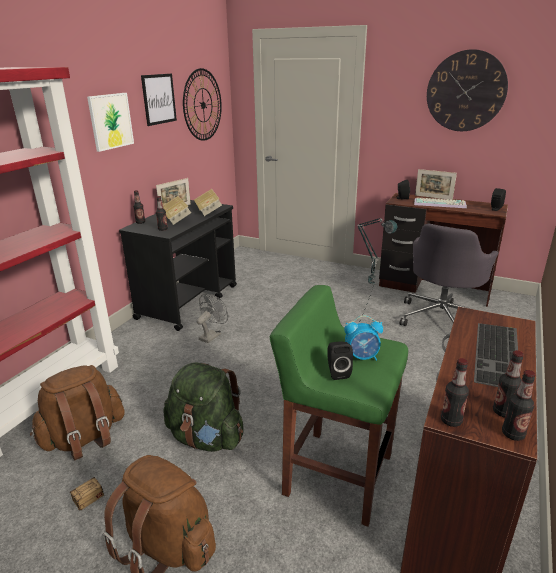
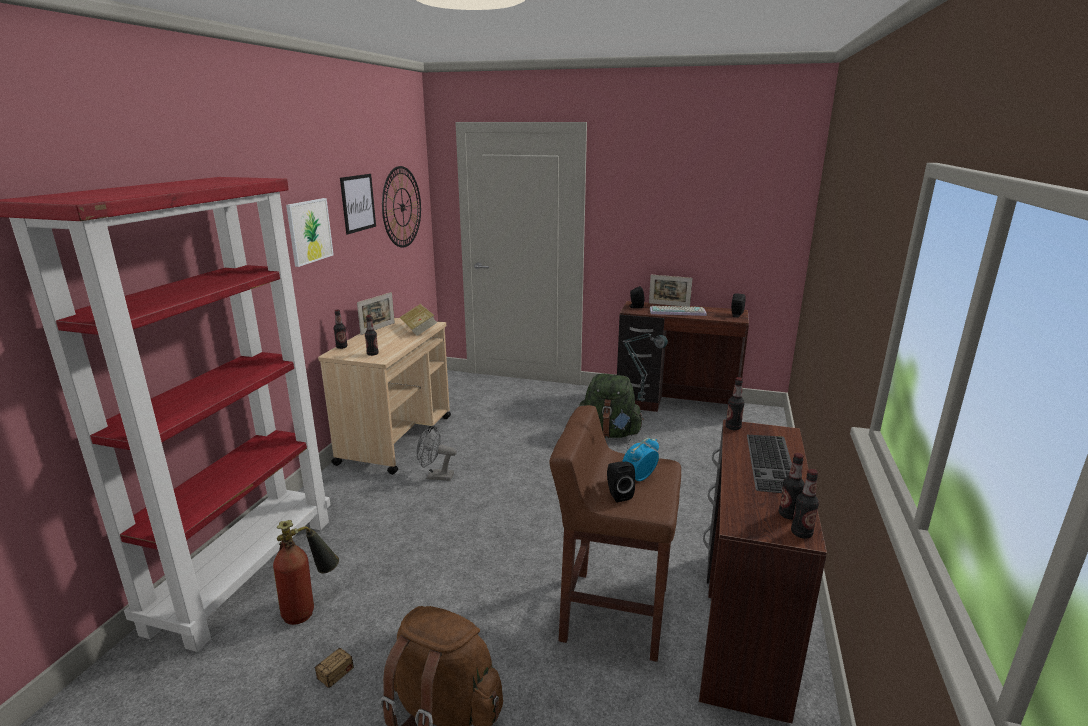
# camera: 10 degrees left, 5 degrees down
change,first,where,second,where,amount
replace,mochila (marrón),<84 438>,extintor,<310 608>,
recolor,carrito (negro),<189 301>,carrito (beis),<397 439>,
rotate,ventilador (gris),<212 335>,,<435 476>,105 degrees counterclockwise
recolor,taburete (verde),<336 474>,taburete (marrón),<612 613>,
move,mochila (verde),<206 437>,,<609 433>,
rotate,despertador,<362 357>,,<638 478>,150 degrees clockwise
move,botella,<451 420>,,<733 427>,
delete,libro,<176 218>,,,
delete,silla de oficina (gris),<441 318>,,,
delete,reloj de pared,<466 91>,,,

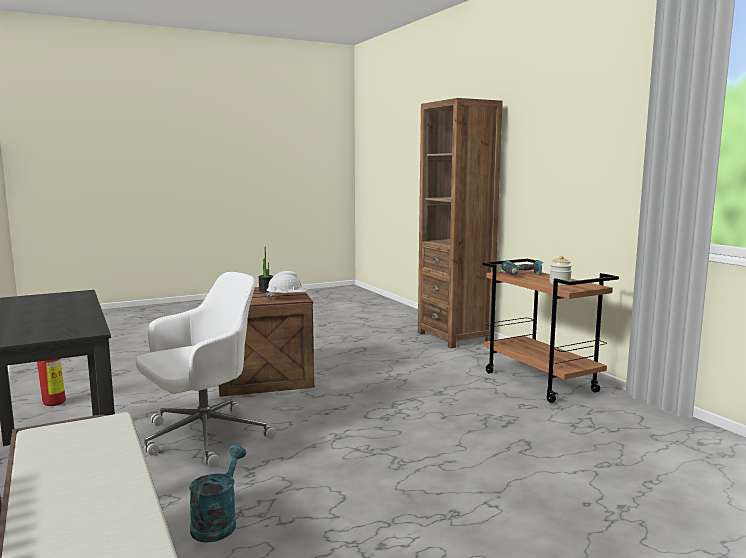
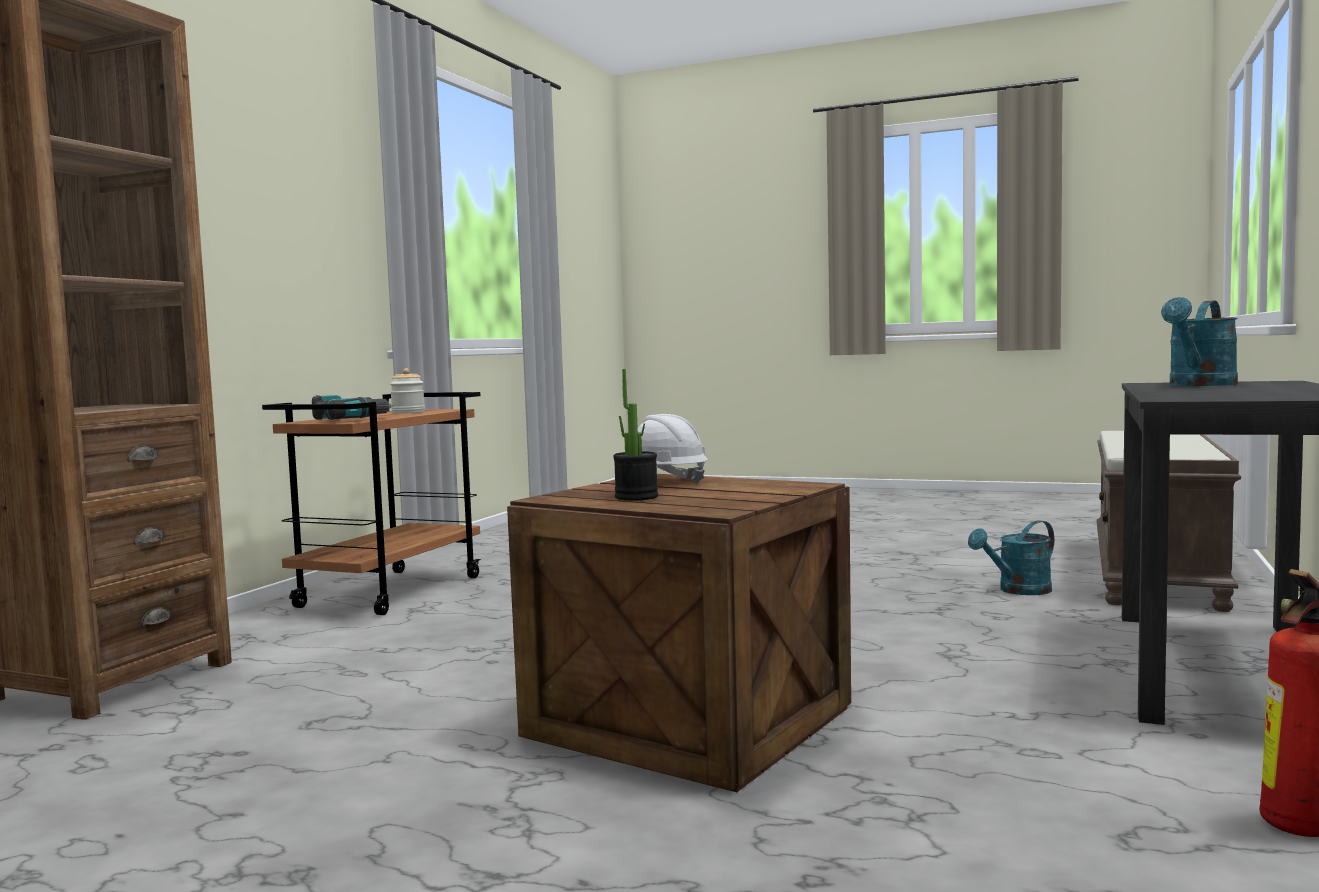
# camera: 130 degrees left, 5 degrees down
change,first,where,second,where,amount
insert,,,regadera (turquesa),<1199 385>,
delete,silla de oficina (blanco),<203 437>,,,

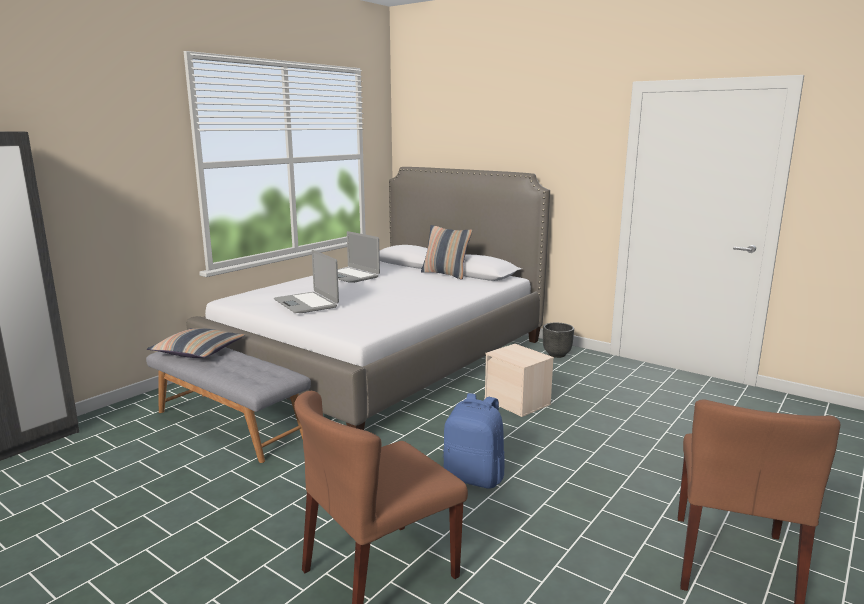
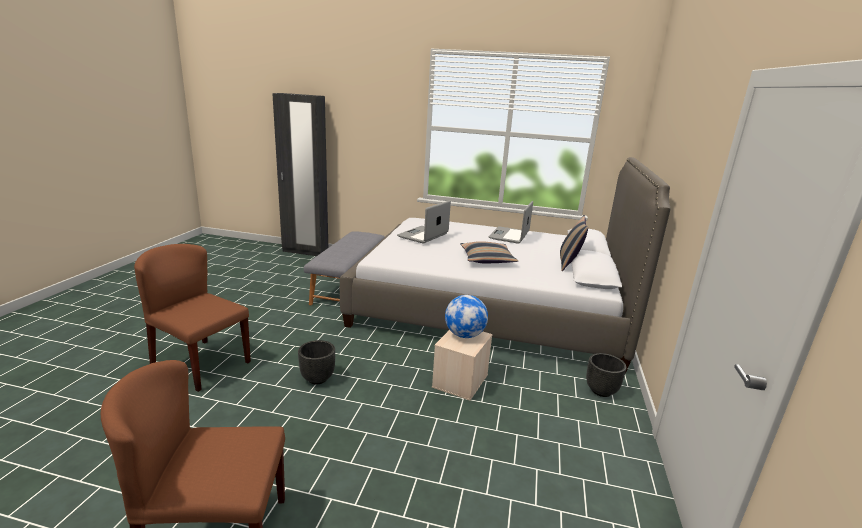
# camera: 65 degrees right, 5 degrees up
change,first,where,second,where,amount
replace,mochila (azul),<474 477>,maceta (negro),<318 379>,
insert,,,globo terráqueo,<464 335>,
move,cojín,<198 351>,,<487 259>,

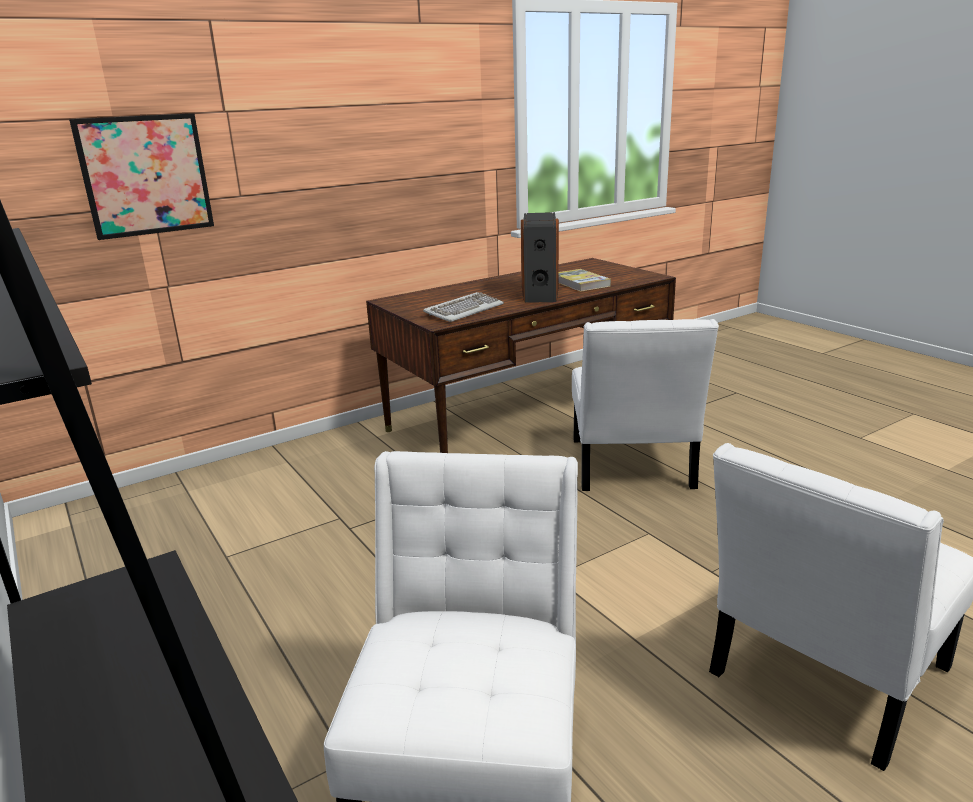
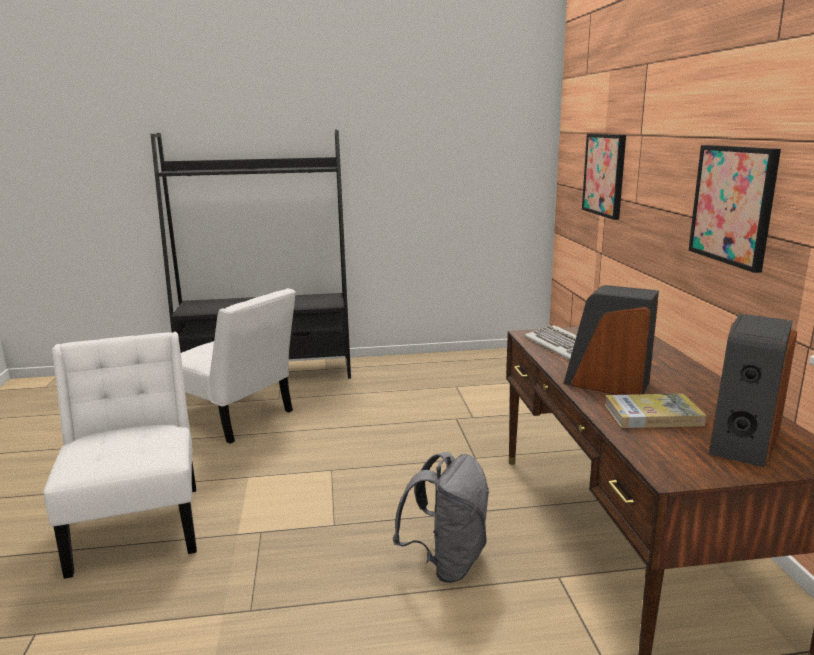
# camera: 115 degrees right, 5 degrees down
change,first,where,second,where,amount
replace,silla (blanco),<631 468>,mochila (gris),<446 562>,
insert,,,cuadro,<733 205>,
insert,,,altavoz,<742 440>,

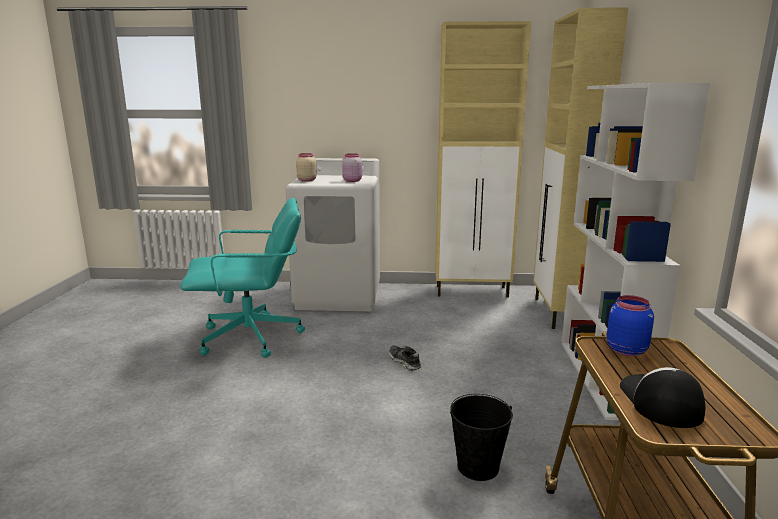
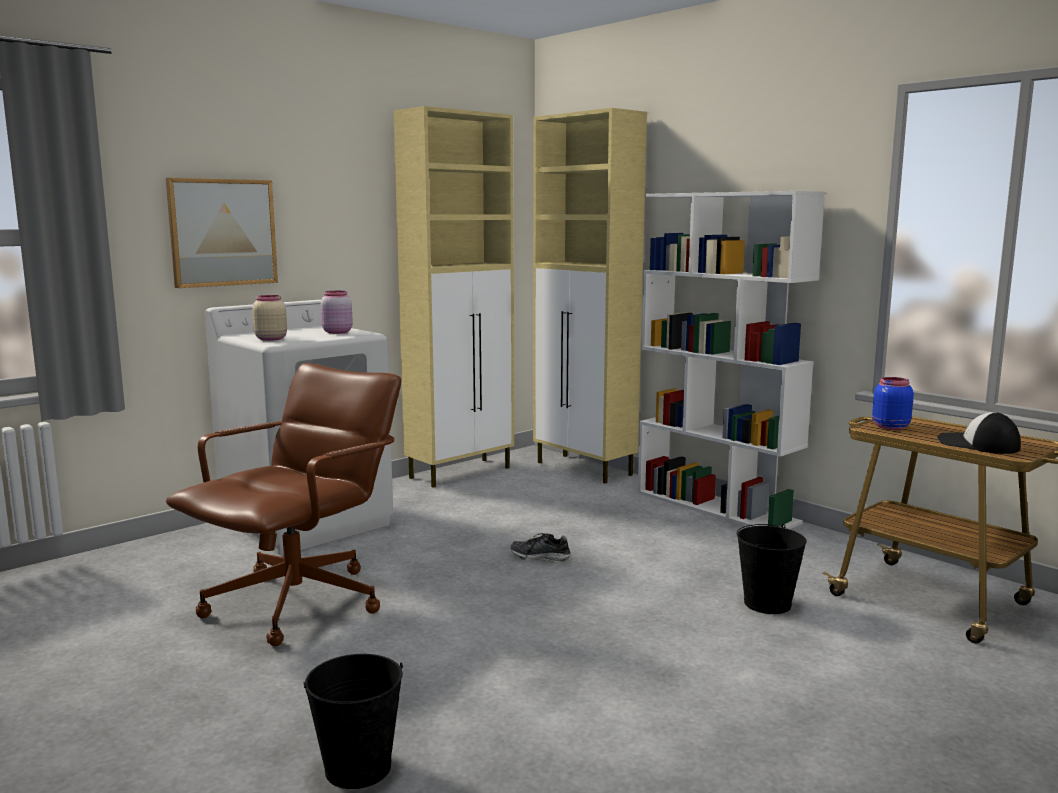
# camera: 45 degrees left, 5 degrees down
change,first,where,second,where,amount
insert,,,cuadro,<222 232>,
recolor,silla de oficina (turquesa),<252 338>,silla de oficina (marrón),<298 603>,
insert,,,cubo (negro),<357 767>,

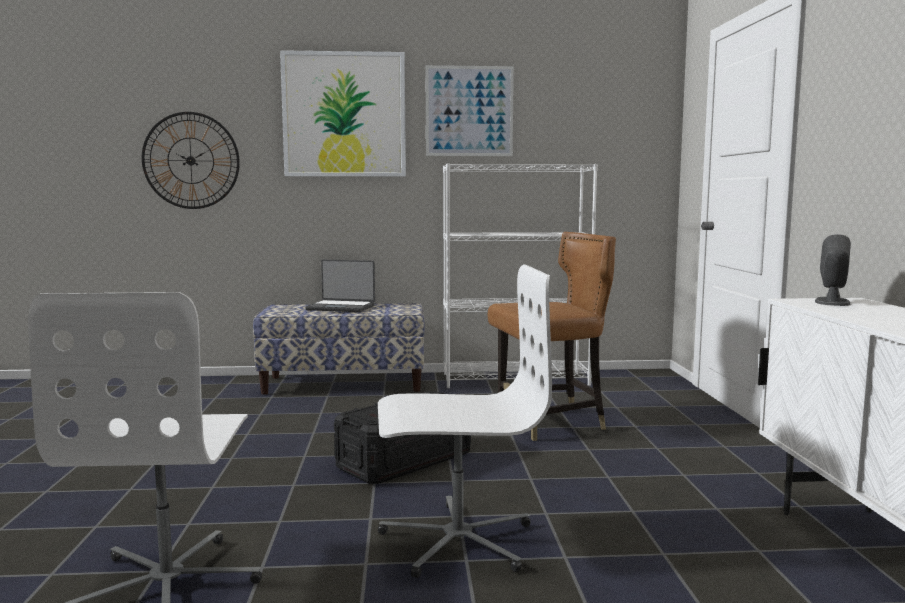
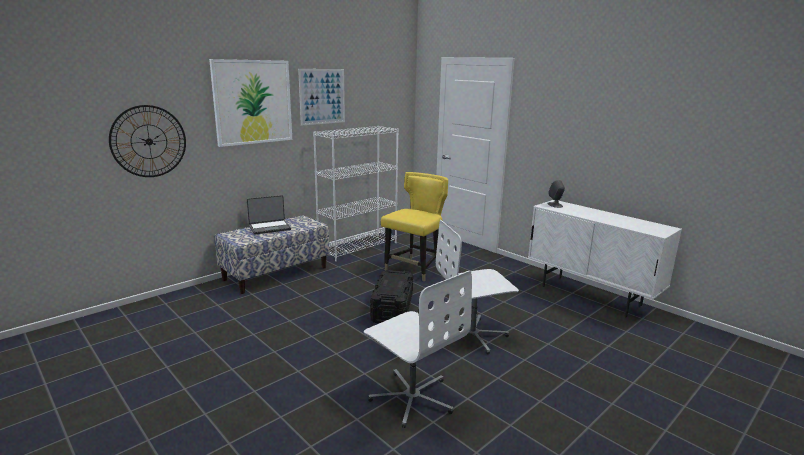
# camera: 40 degrees left, 10 degrees up
change,first,where,second,where,amount
recolor,silla (marrón),<551 422>,silla (amarillo),<414 269>,
rotate,silla de oficina (blanco),<457 540>,,<473 335>,150 degrees counterclockwise

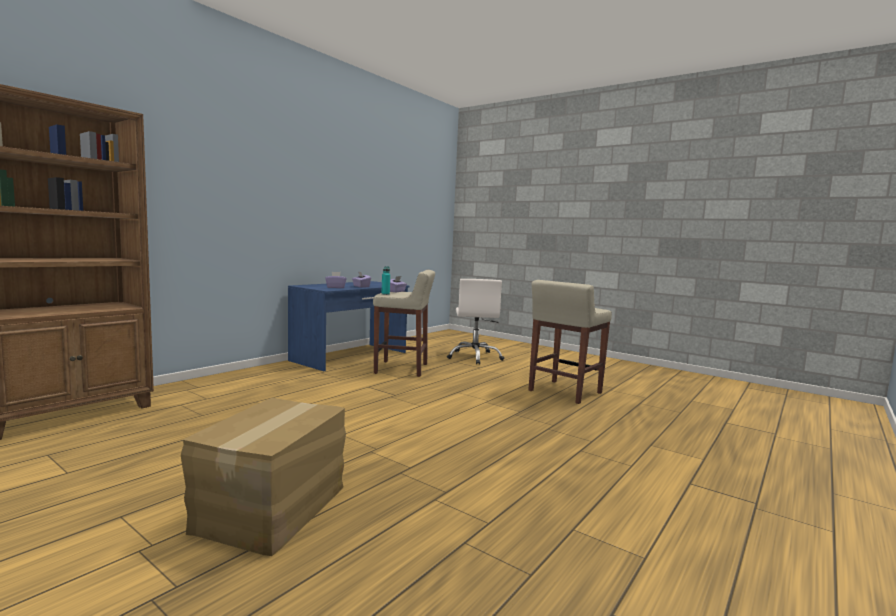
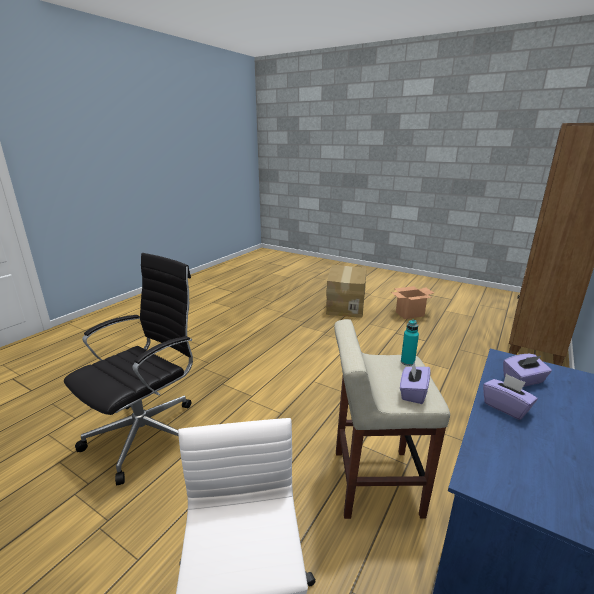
# camera: 175 degrees right, 15 degrees up
change,first,where,second,where,amount
replace,taburete (beis),<564 392>,silla de oficina (negro),<148 433>,
insert,,,caja de cartón,<409 314>,

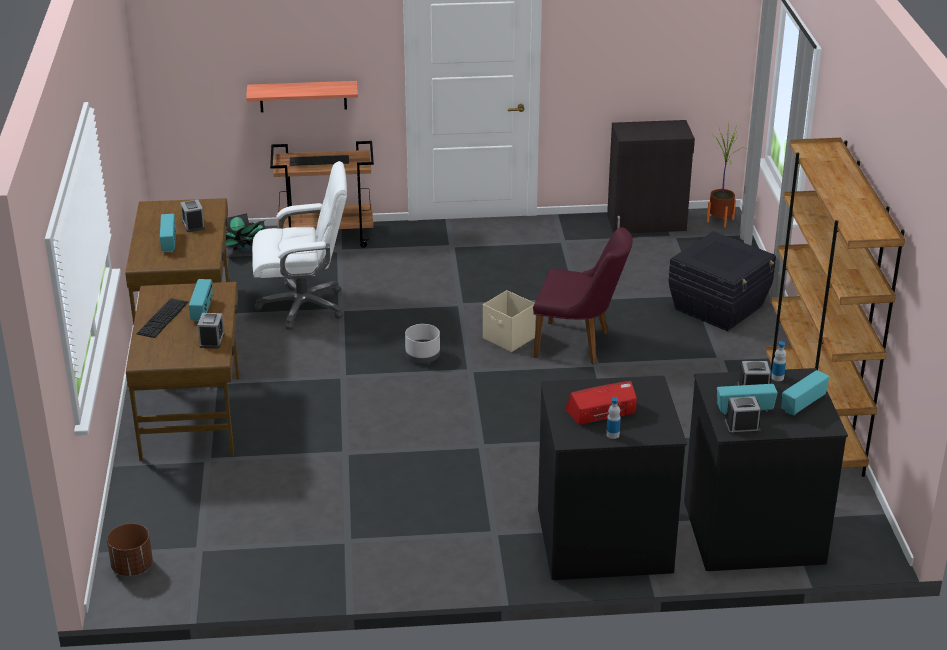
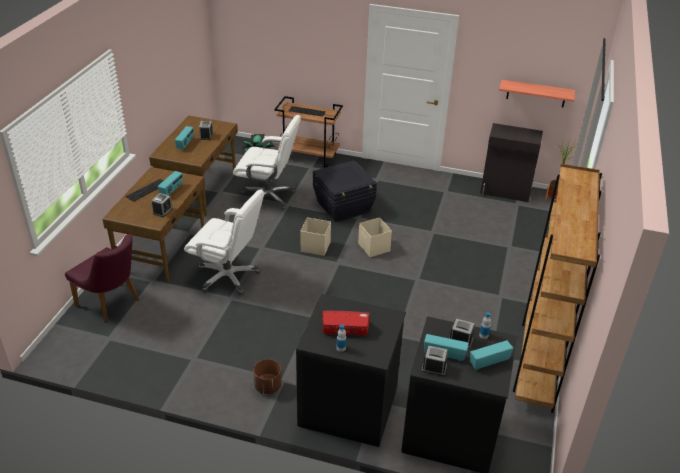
# camera: 20 degrees right, 5 degrees up
change,first,where,second,where,amount
move,silla (morado),<579 345>,,<112 305>,
insert,,,silla de oficina (blanco),<228 277>,
move,maceta (marrón),<132 567>,,<267 386>,
replace,maceta (gris),<422 356>,caja de almacenaje (beis),<315 246>,
move,caja de almacenaje (negro),<719 307>,,<344 207>,
move,estante,<303 96>,,<536 93>,

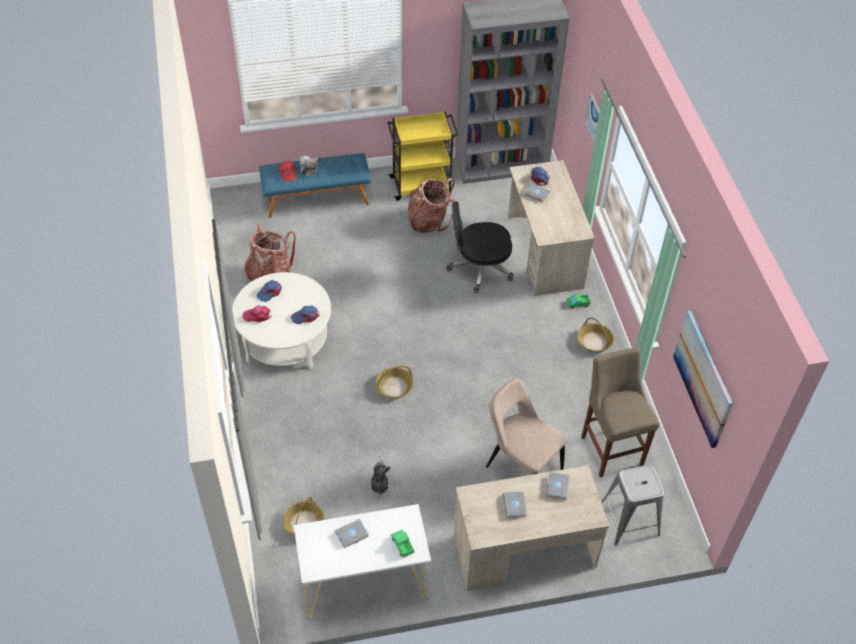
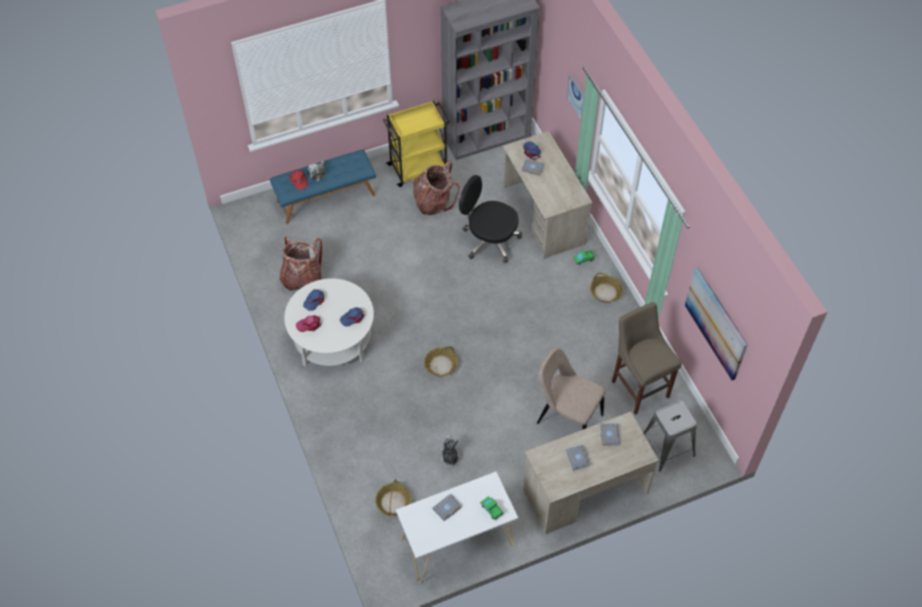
# camera: 10 degrees left, 5 degrees up
change,first,where,second,where,amount
rotate,silla de oficina (negro),<479 268>,,<489 240>,45 degrees clockwise

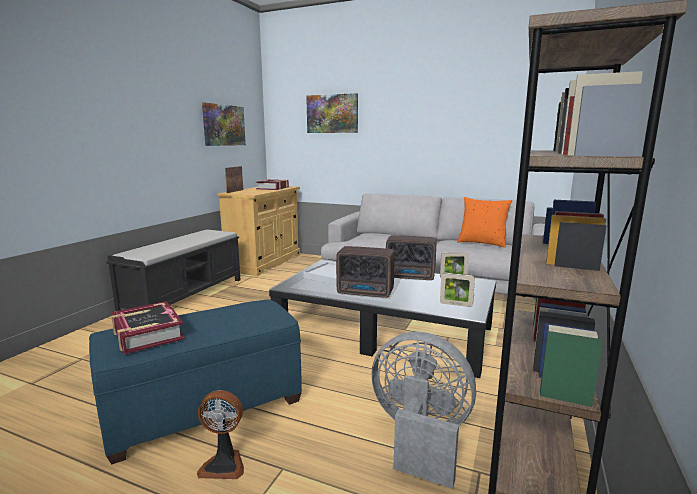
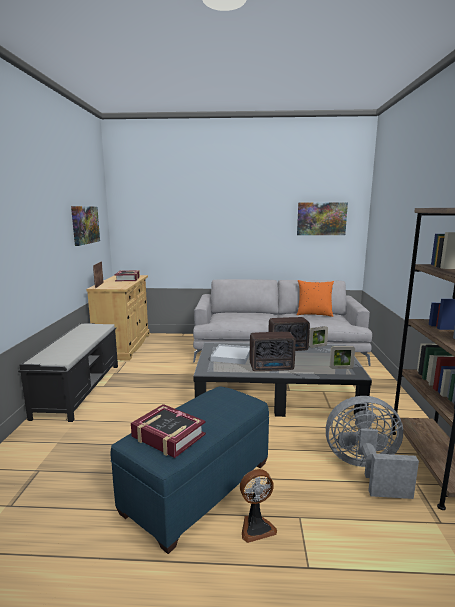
# camera: 20 degrees left, 0 degrees up
change,first,where,second,where,amount
move,cuadro,<332 114>,,<321 218>,

